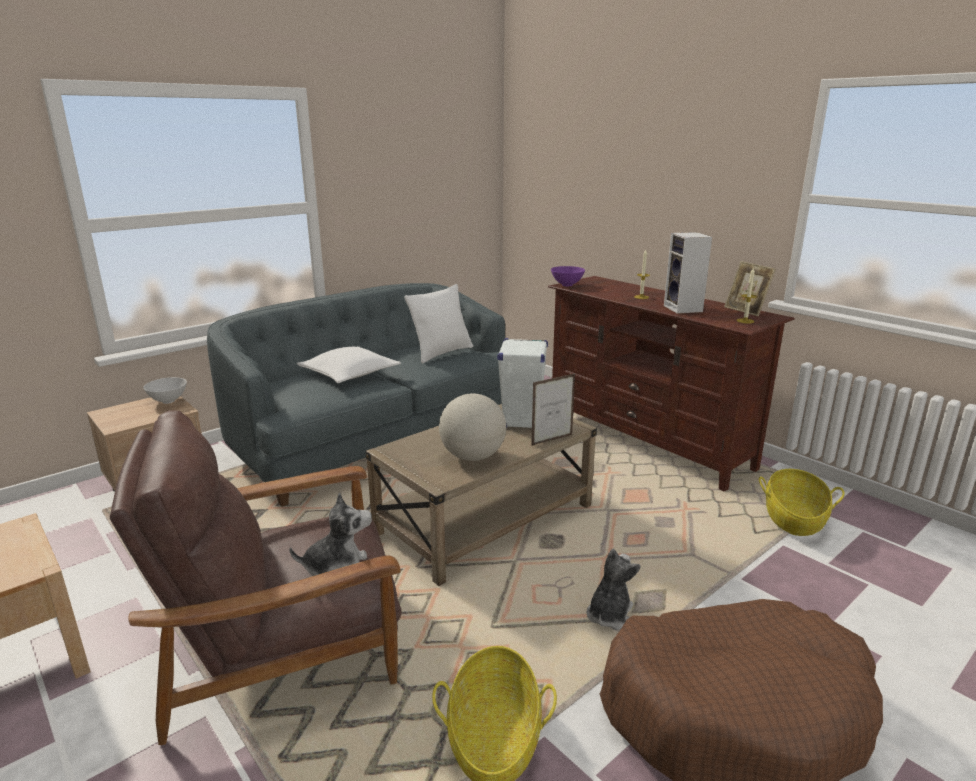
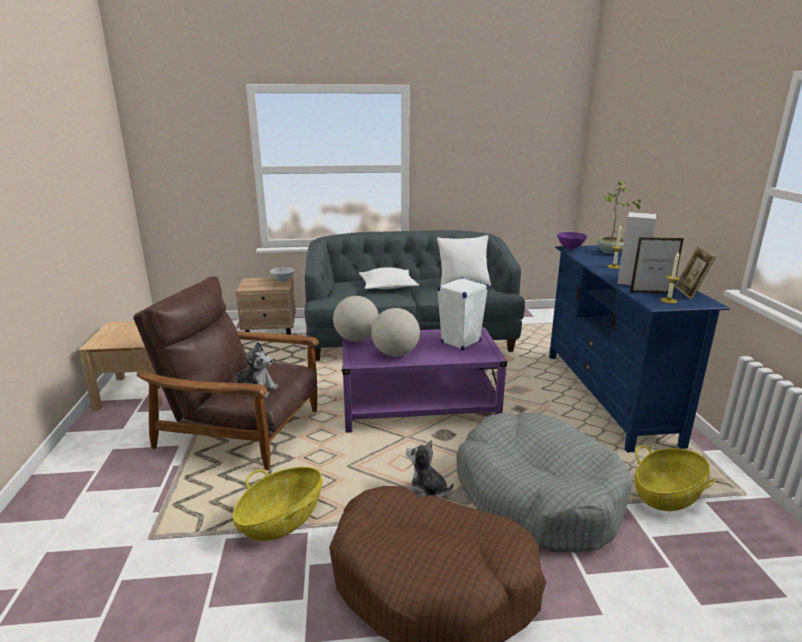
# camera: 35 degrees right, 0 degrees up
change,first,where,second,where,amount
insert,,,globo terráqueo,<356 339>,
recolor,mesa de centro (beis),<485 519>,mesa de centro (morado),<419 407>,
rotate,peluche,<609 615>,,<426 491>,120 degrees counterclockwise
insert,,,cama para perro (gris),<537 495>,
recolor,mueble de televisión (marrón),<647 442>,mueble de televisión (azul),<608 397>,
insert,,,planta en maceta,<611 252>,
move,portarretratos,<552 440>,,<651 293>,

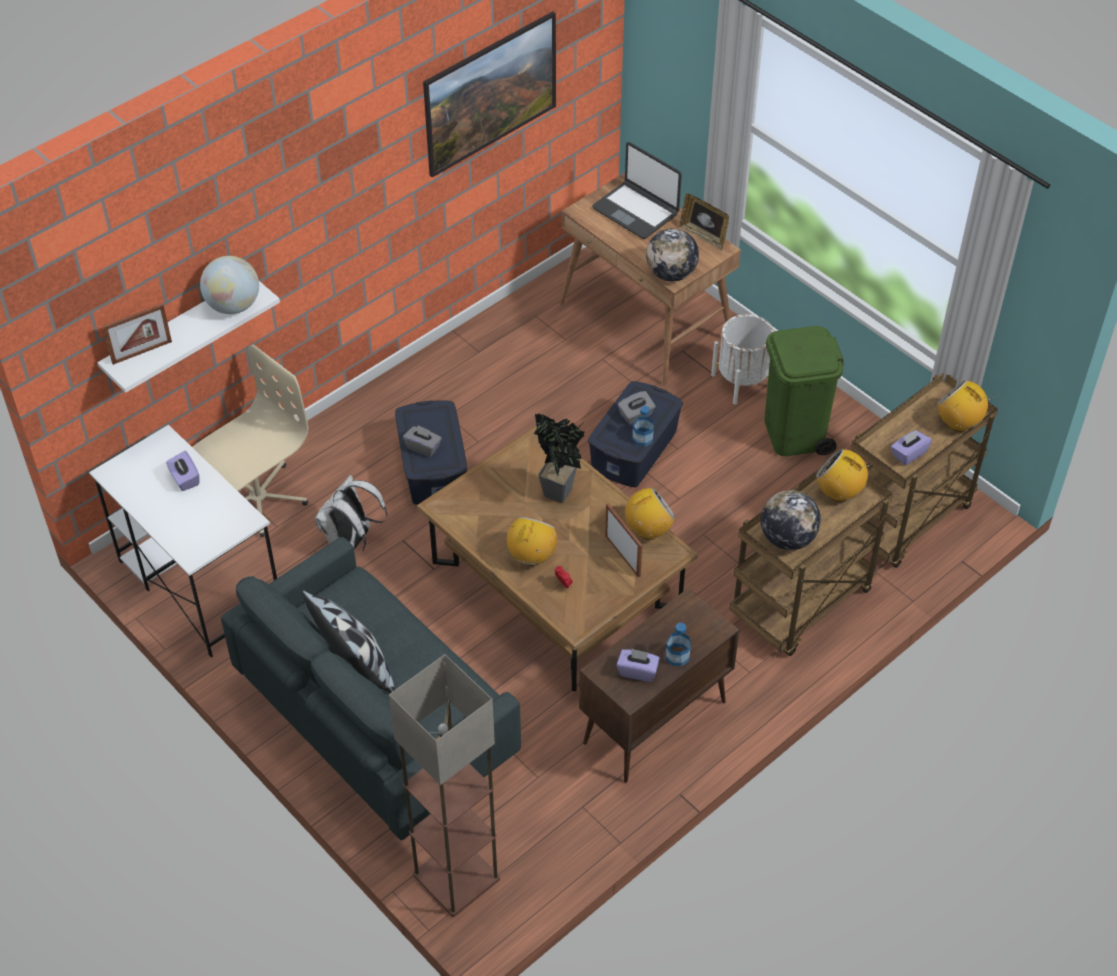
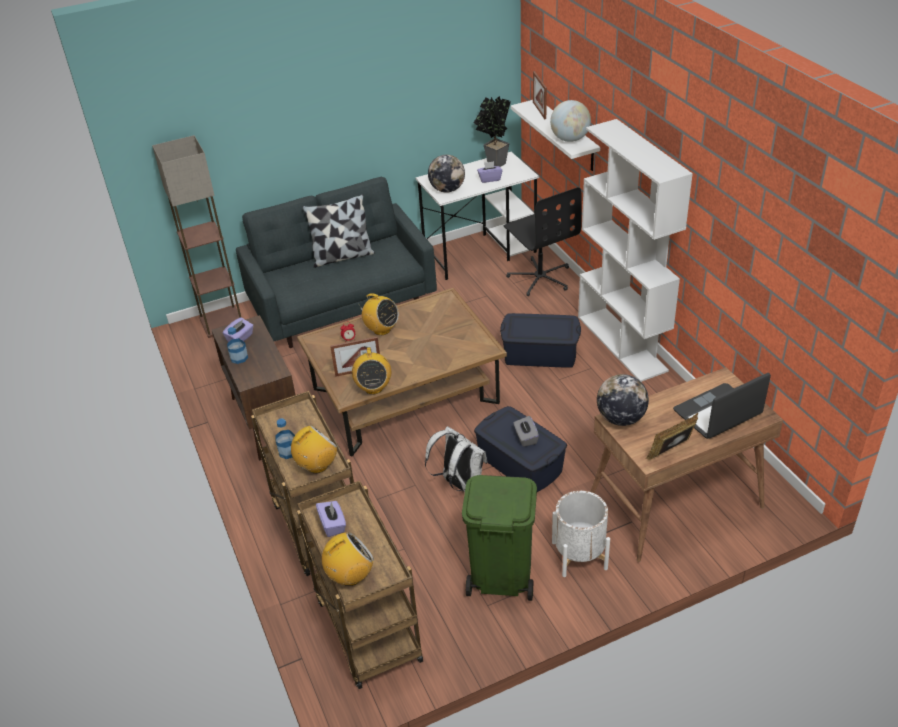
# camera: 110 degrees right, 10 degrees down
change,first,where,second,where,amount
move,botella,<642 438>,,<288 451>,
move,mochila (blanco),<351 542>,,<459 483>,
move,globo terráqueo,<787 538>,,<447 189>,
move,planta en maceta,<560 496>,,<493 164>,
recolor,silla de oficina (beis),<258 499>,silla de oficina (negro),<540 277>,
insert,,,estantería (blanco),<622 343>,
delete,caja de pañuelos (gris),<423 447>,,,
delete,cuadro,<491 116>,,,

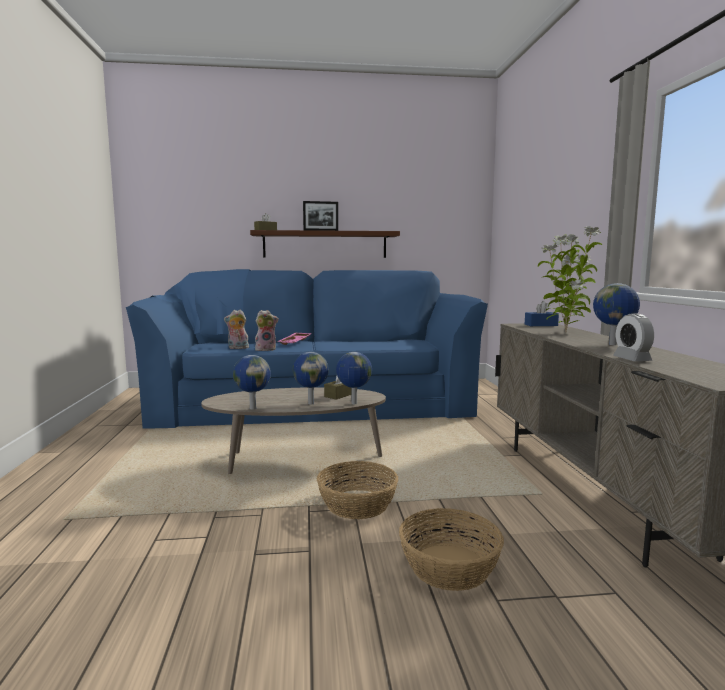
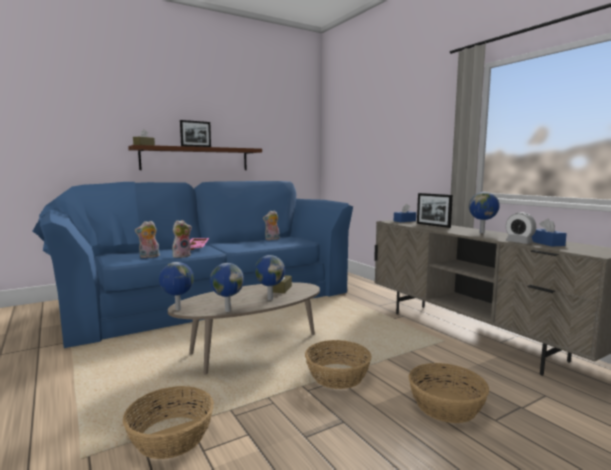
# camera: 25 degrees left, 0 degrees up
change,first,where,second,where,amount
insert,,,cesta,<170 436>,
move,globo terráqueo,<353 403>,,<177 309>,
insert,,,peluche,<272 239>,
replace,planta en maceta,<565 332>,portarretratos,<433 225>,
insert,,,caja de pañuelos (azul),<547 243>,

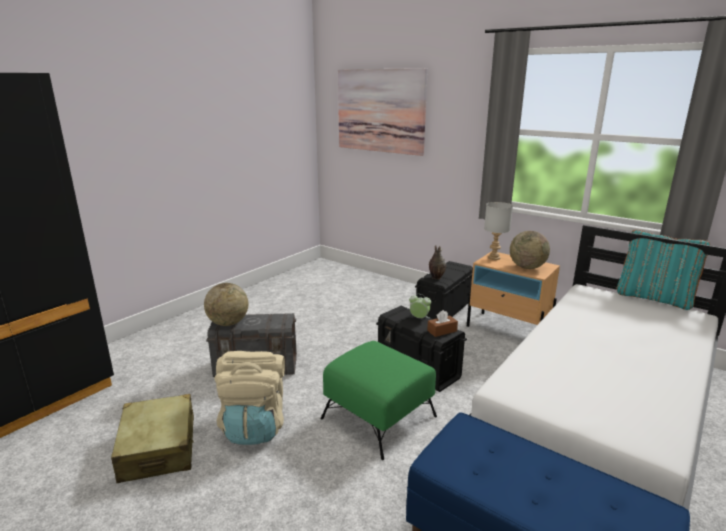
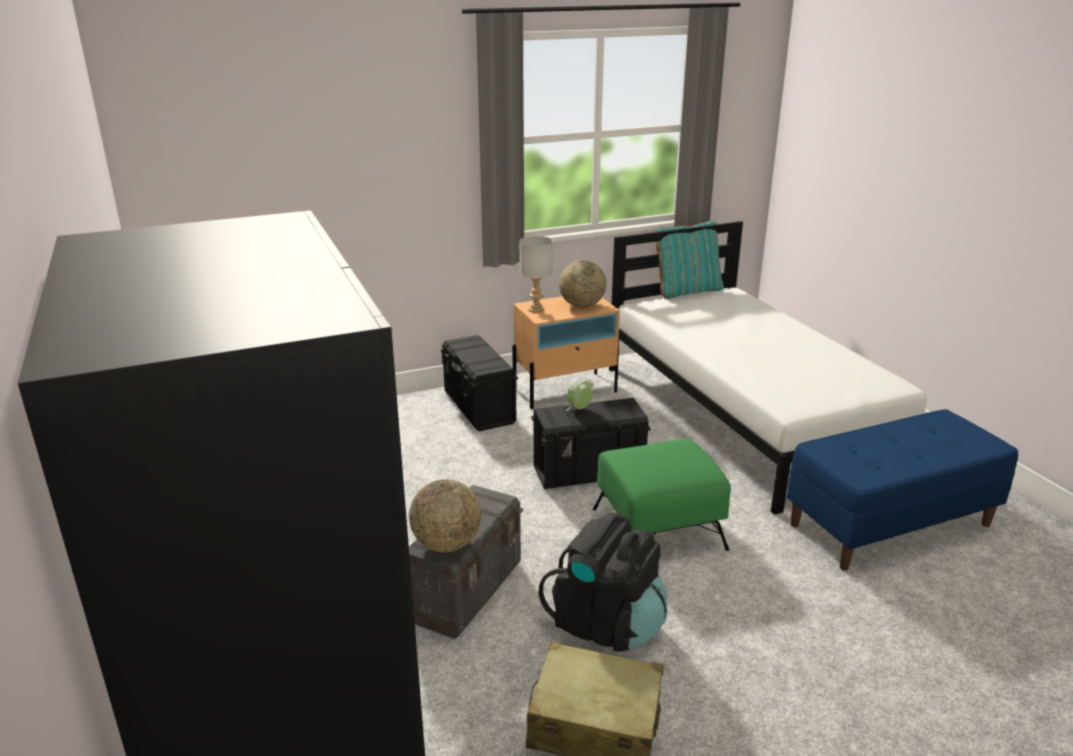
# camera: 60 degrees left, 5 degrees up
change,first,where,second,where,amount
recolor,mochila (beis),<255 425>,mochila (negro),<606 624>,
delete,cuadro,<380 111>,,,
delete,caja de pañuelos (marrón),<442 331>,,,
delete,florero,<435 277>,,,

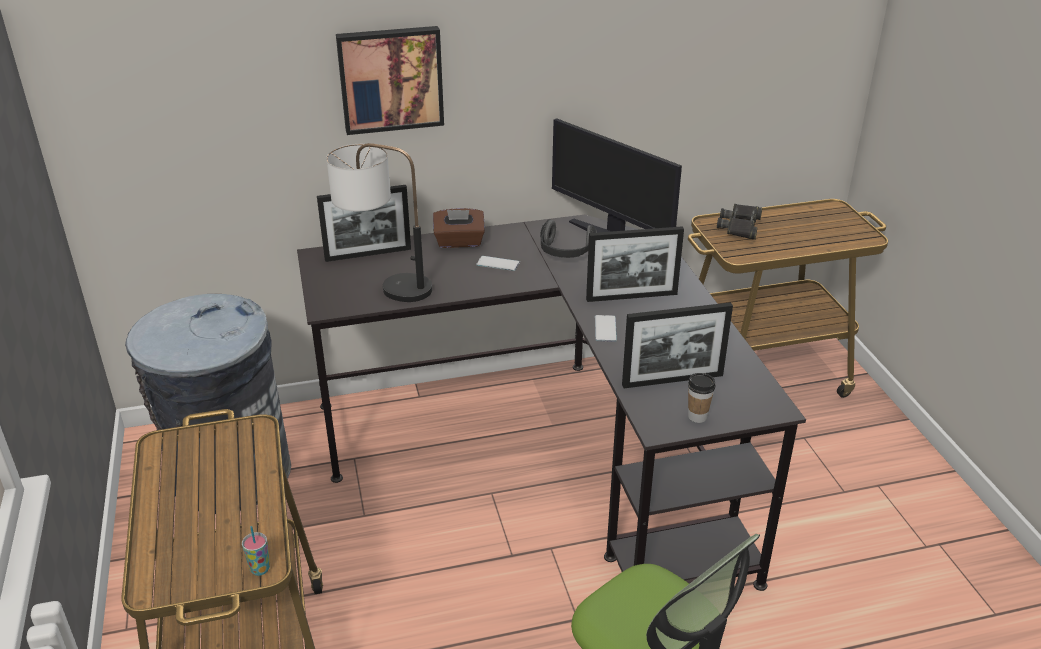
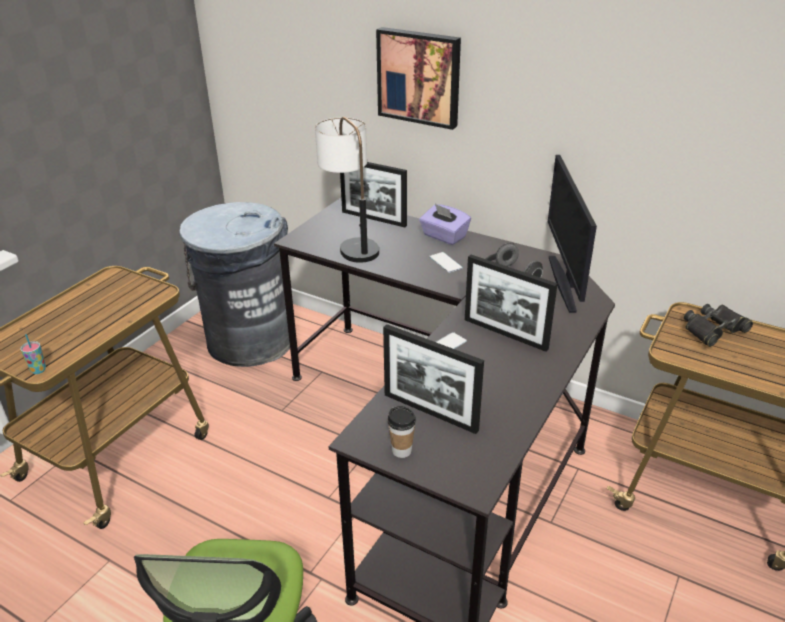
# camera: 45 degrees right, 0 degrees up
change,first,where,second,where,amount
recolor,caja de pañuelos (marrón),<459 242>,caja de pañuelos (morado),<444 236>,

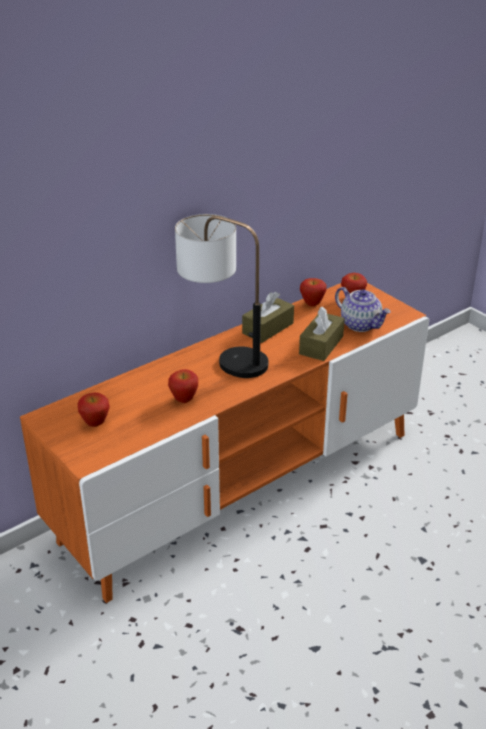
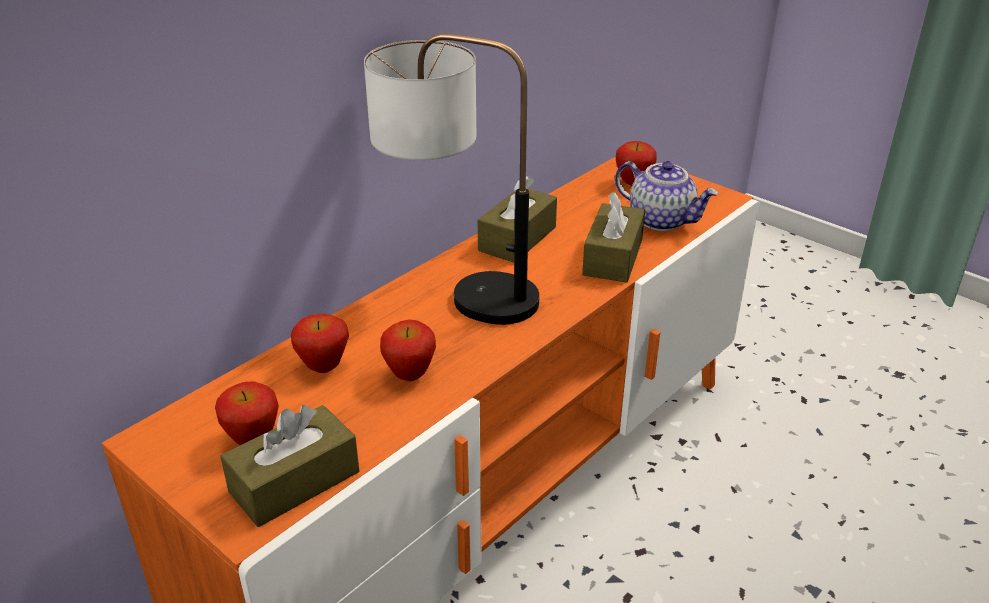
# camera: 10 degrees left, 0 degrees up
change,first,where,second,where,amount
insert,,,caja de pañuelos (marrón),<294 482>,
move,manzana,<312 304>,,<324 367>,

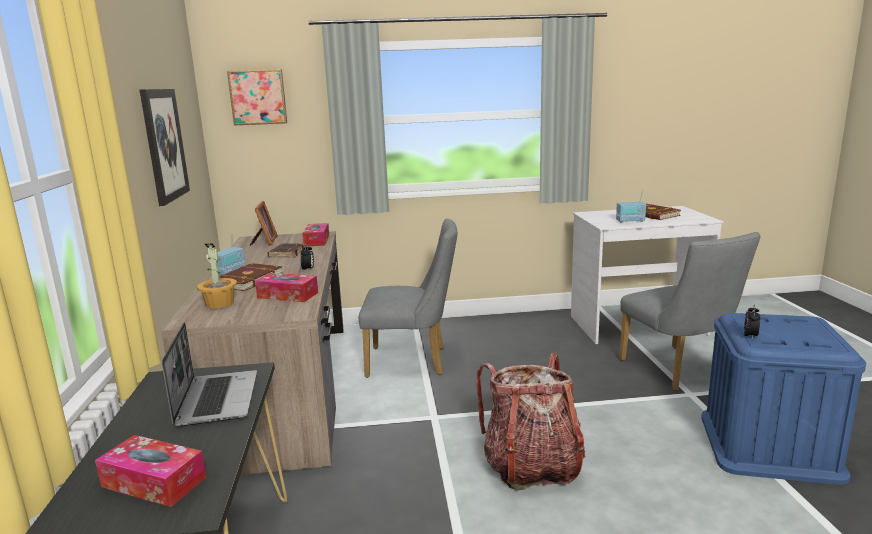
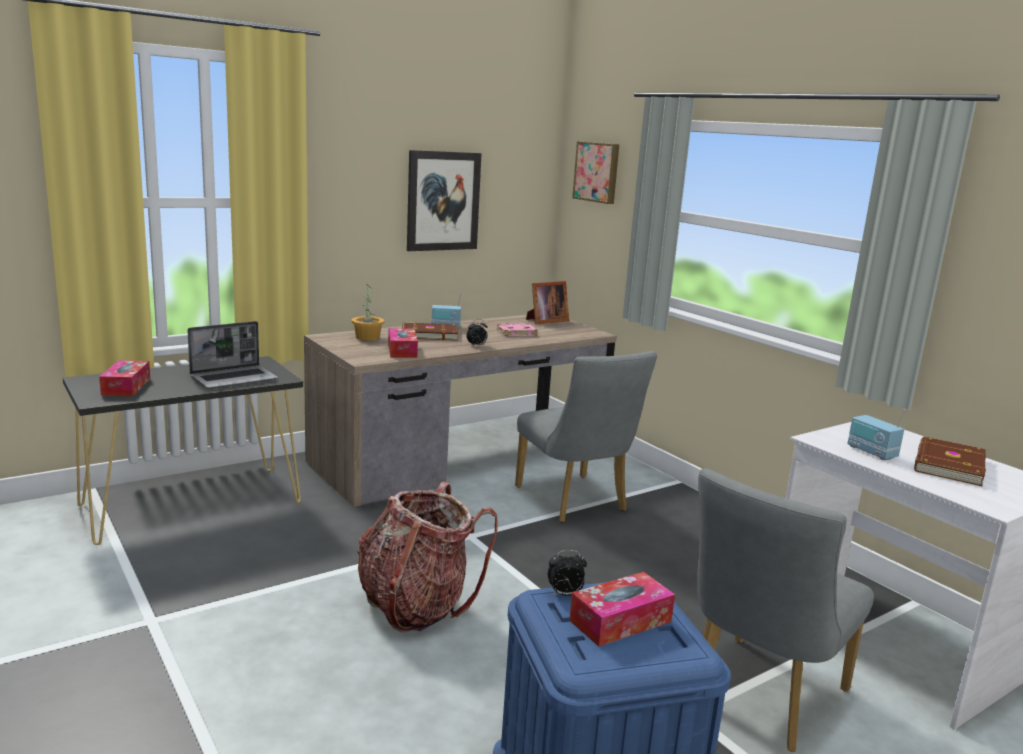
# camera: 60 degrees right, 0 degrees up
change,first,where,second,where,amount
recolor,libro (marrón),<287 253>,libro (rosa),<516 333>,
move,caja de pañuelos,<316 241>,,<620 621>,

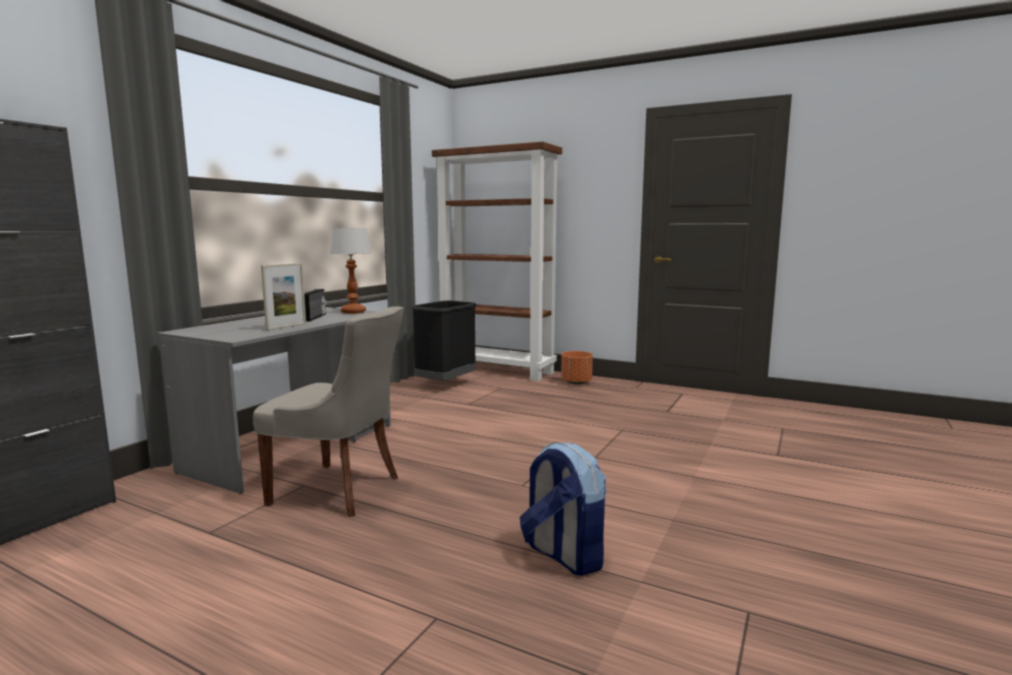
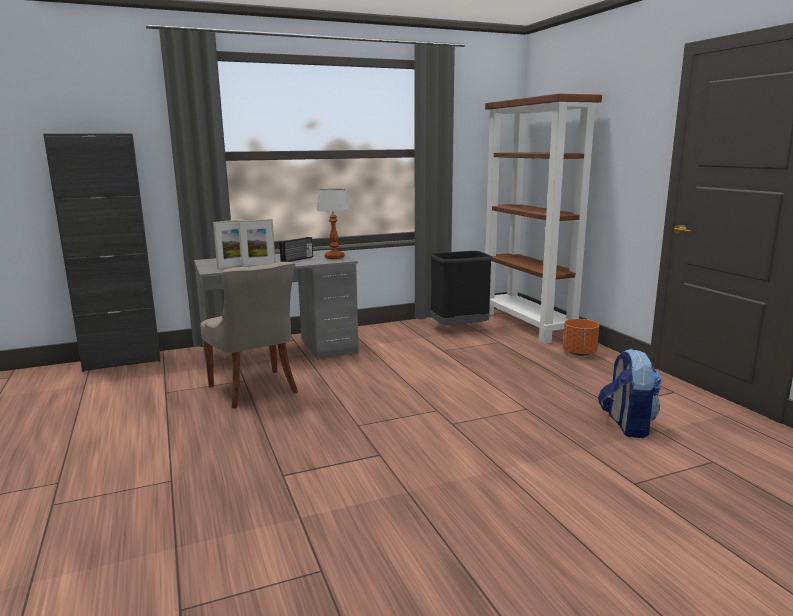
# camera: 40 degrees right, 5 degrees up
change,first,where,second,where,amount
insert,,,portarretratos,<233 266>,
move,mochila,<563 555>,,<627 425>,

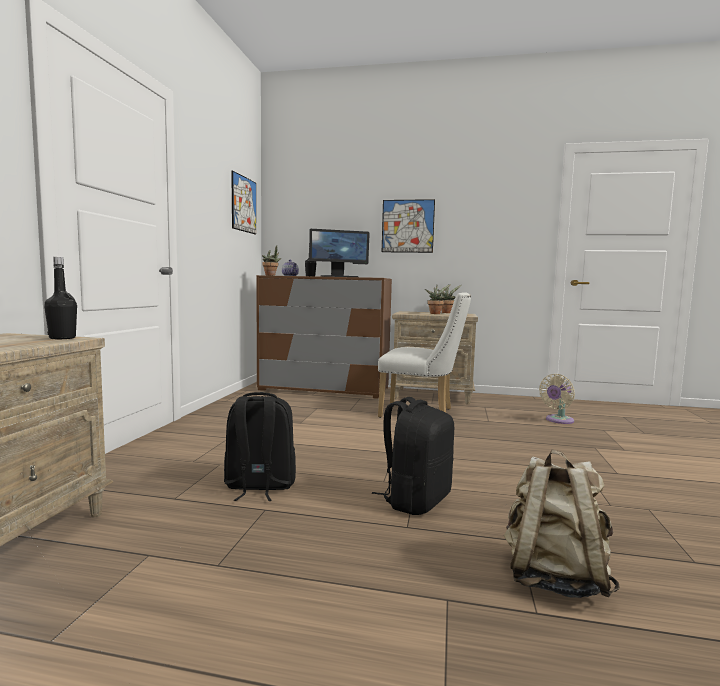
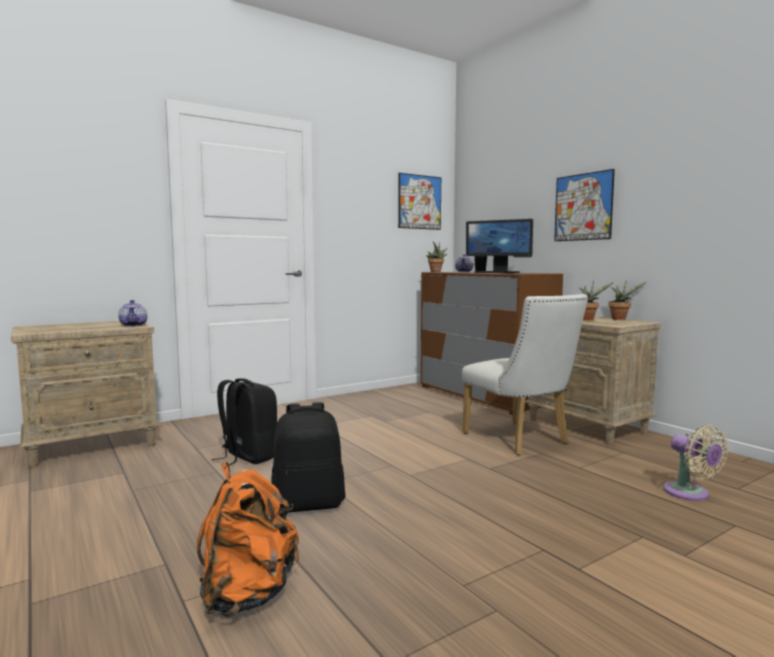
# camera: 45 degrees right, 0 degrees up
change,first,where,second,where,amount
replace,botella (negro),<62 338>,tetera,<134 325>,
recolor,mochila (beis),<553 578>,mochila (naranja),<248 594>,
rotate,ventilador (beis),<558 420>,,<690 494>,120 degrees counterclockwise

